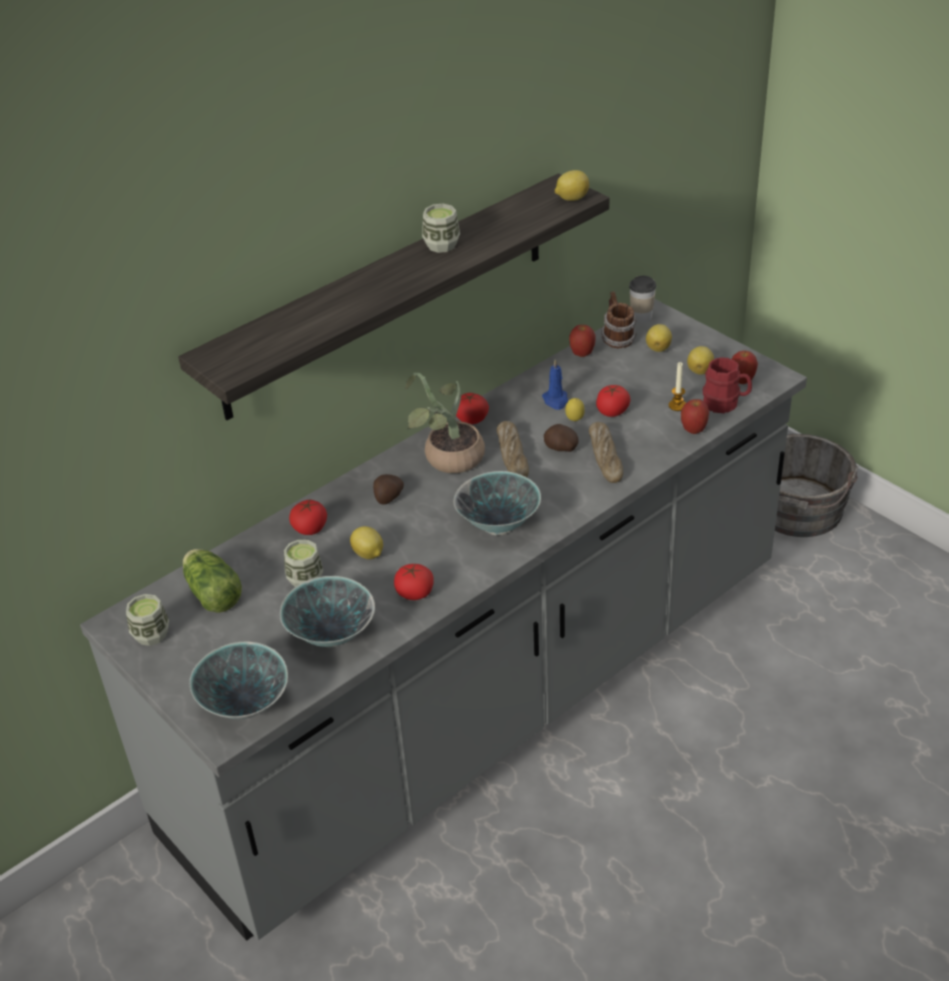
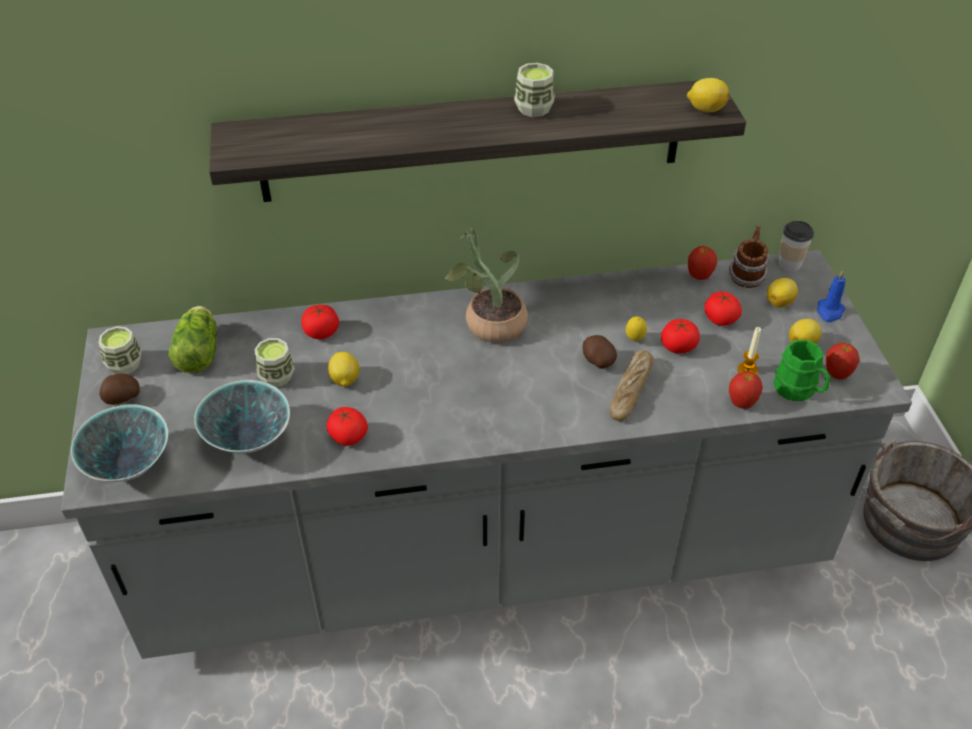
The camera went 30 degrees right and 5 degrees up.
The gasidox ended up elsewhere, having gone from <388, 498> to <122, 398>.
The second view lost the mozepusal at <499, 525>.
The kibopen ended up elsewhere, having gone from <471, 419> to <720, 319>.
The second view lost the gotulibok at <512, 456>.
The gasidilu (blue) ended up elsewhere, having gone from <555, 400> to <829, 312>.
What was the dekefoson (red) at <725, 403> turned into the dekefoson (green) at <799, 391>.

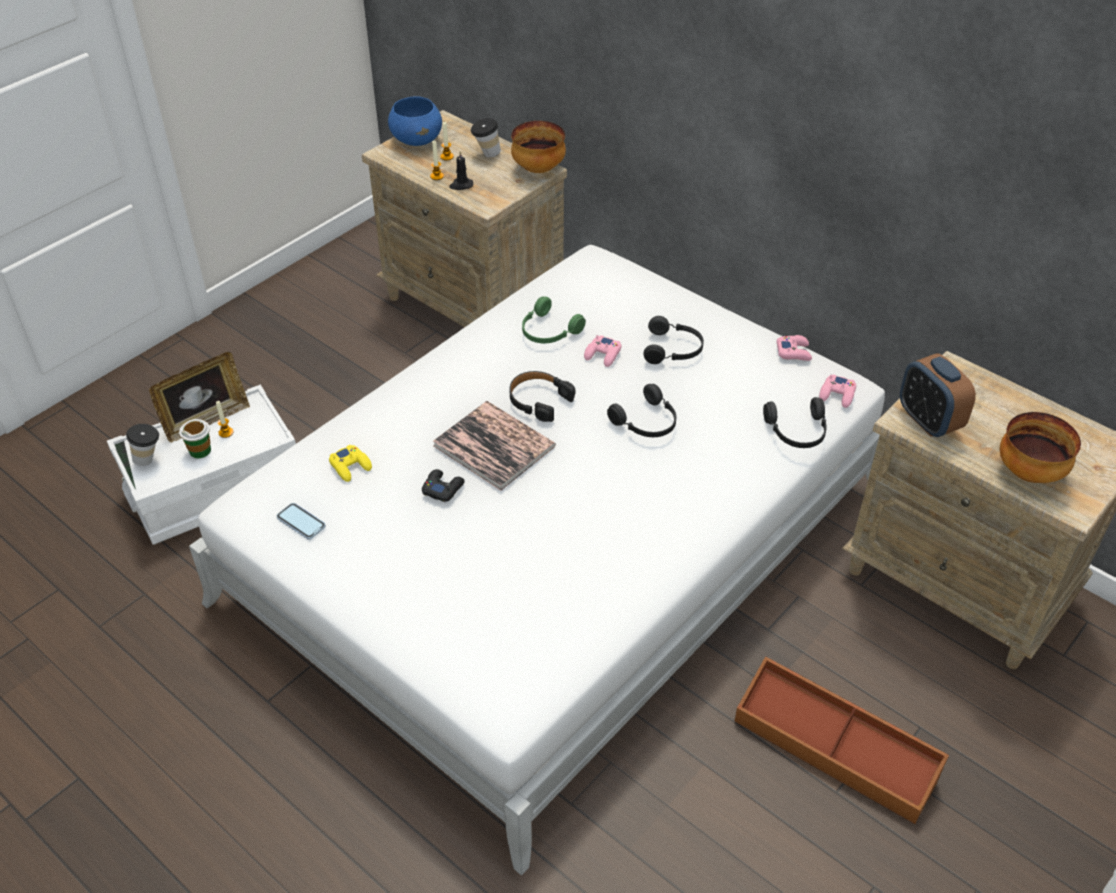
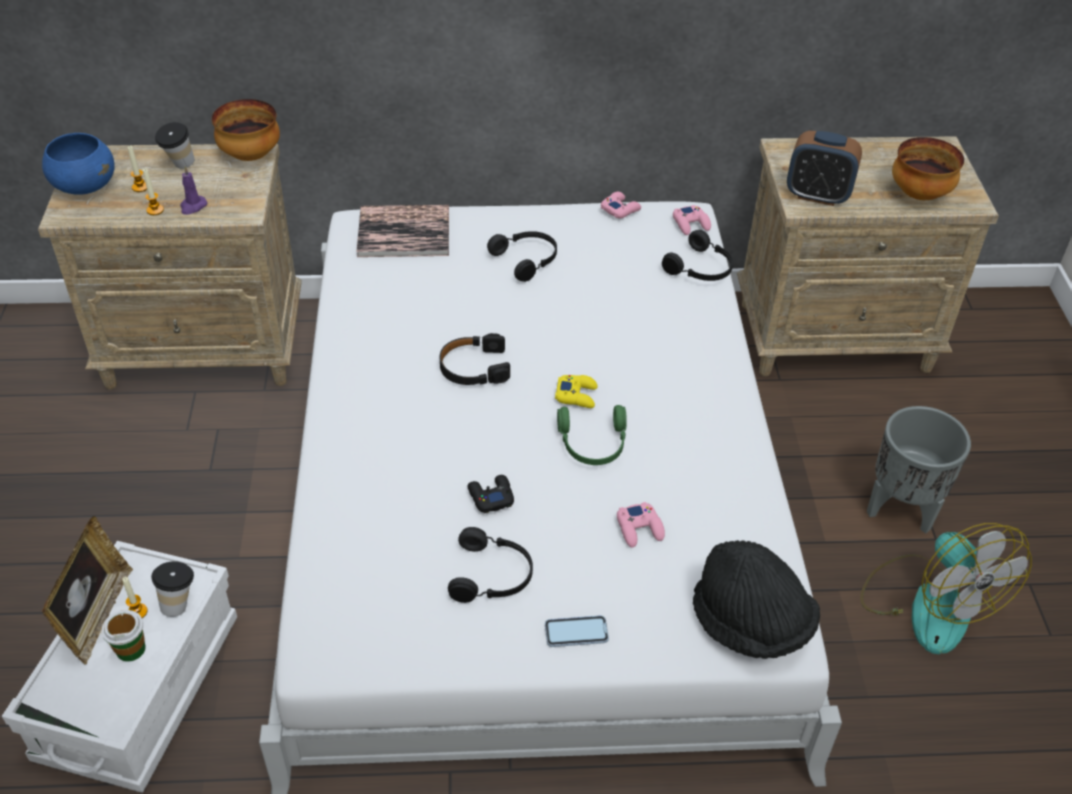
The camera went 45 degrees left and 0 degrees up.
The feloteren ended up elsewhere, having gone from <149, 459> to <180, 603>.
The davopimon ended up elsewhere, having gone from <301, 522> to <576, 632>.
The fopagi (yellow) ended up elsewhere, having gone from <351, 466> to <577, 395>.
The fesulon ended up elsewhere, having gone from <494, 446> to <404, 232>.
What was the gasidilu (black) at <461, 185> turned into the gasidilu (purple) at <193, 206>.
The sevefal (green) ended up elsewhere, having gone from <548, 331> to <593, 444>.
The fopagi (pink) ended up elsewhere, having gone from <603, 355> to <639, 529>.
The sevefal (black) ended up elsewhere, having gone from <647, 422> to <492, 576>.
Where the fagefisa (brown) stood at <835, 749>, the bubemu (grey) came to stand at <901, 510>.
The second view gained the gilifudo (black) at <750, 624>.
The second view gained the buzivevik at <928, 602>.

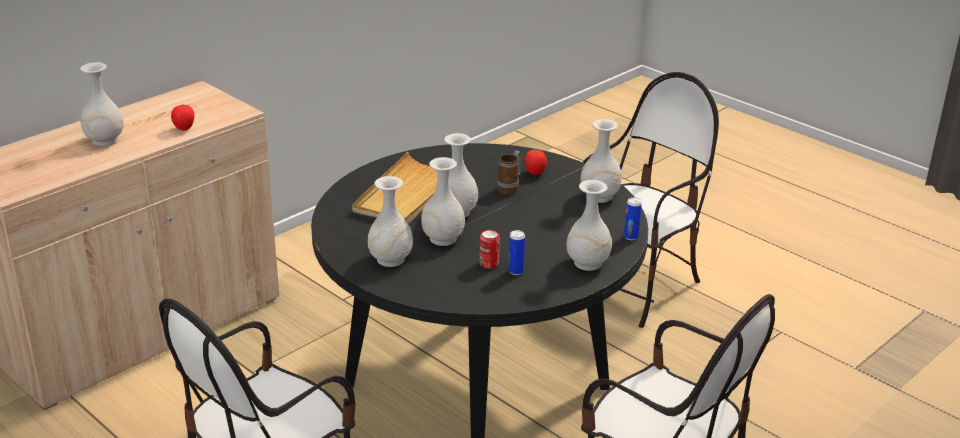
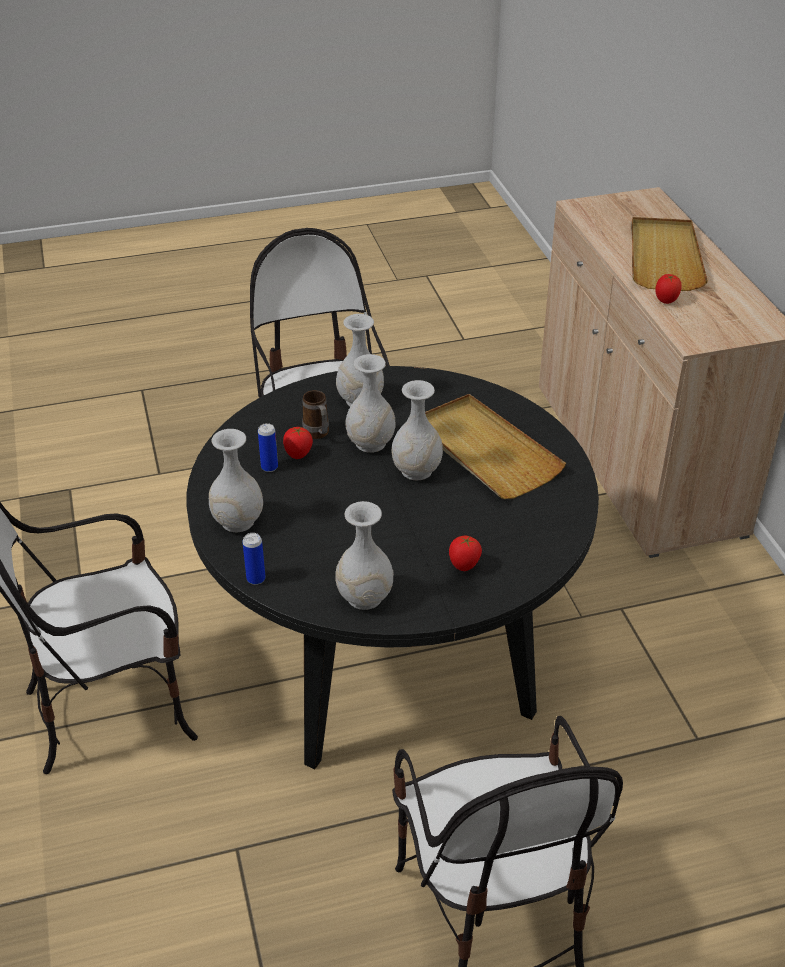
The camera went 120 degrees right and 10 degrees up.
Where the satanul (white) stood at <104, 140>, the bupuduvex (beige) came to stand at <664, 257>.
Where the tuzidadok stood at <489, 264>, the kibopen came to stand at <298, 455>.
The dekefoson ended up elsewhere, having gone from <510, 188> to <318, 435>.

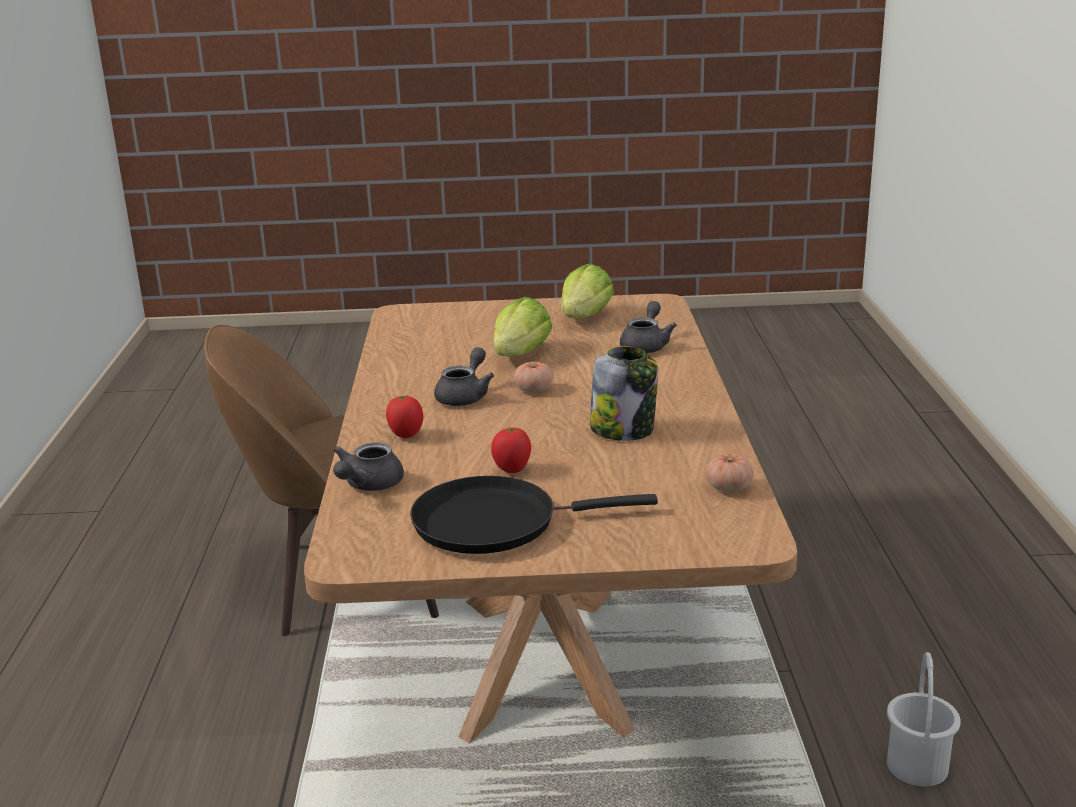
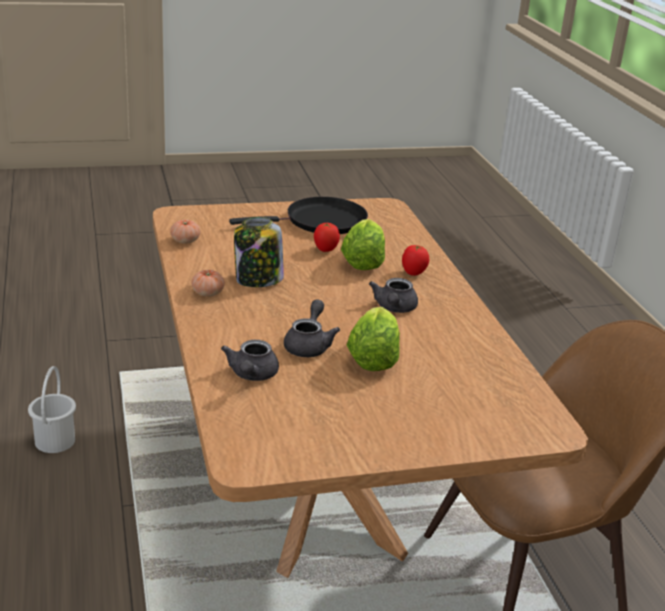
The camera went 165 degrees right and 5 degrees up.
The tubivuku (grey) ended up elsewhere, having gone from <368, 485> to <309, 345>.
The kibopen ended up elsewhere, having gone from <534, 390> to <208, 293>.
The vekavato ended up elsewhere, having gone from <585, 317> to <362, 262>.

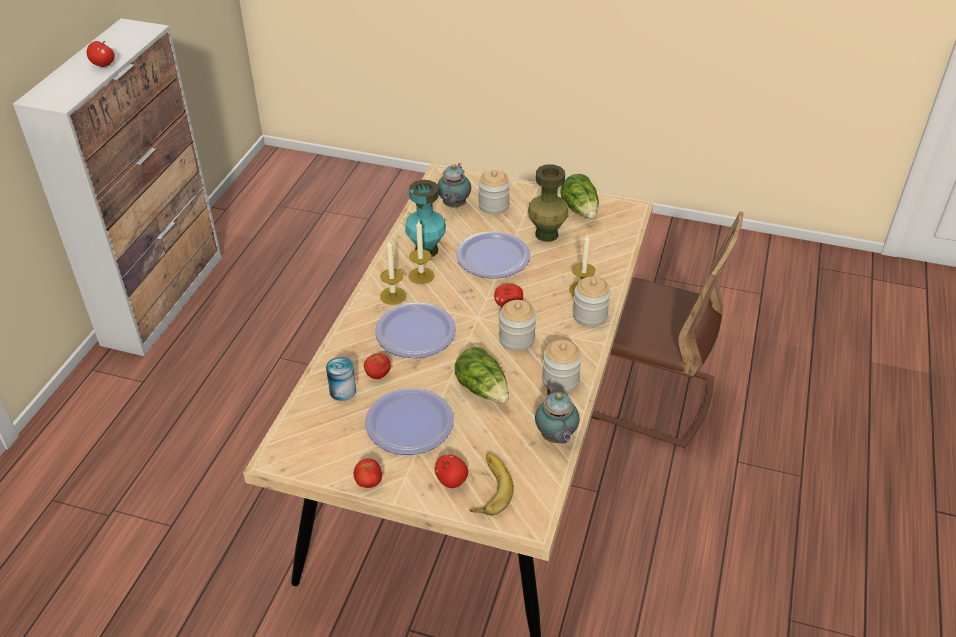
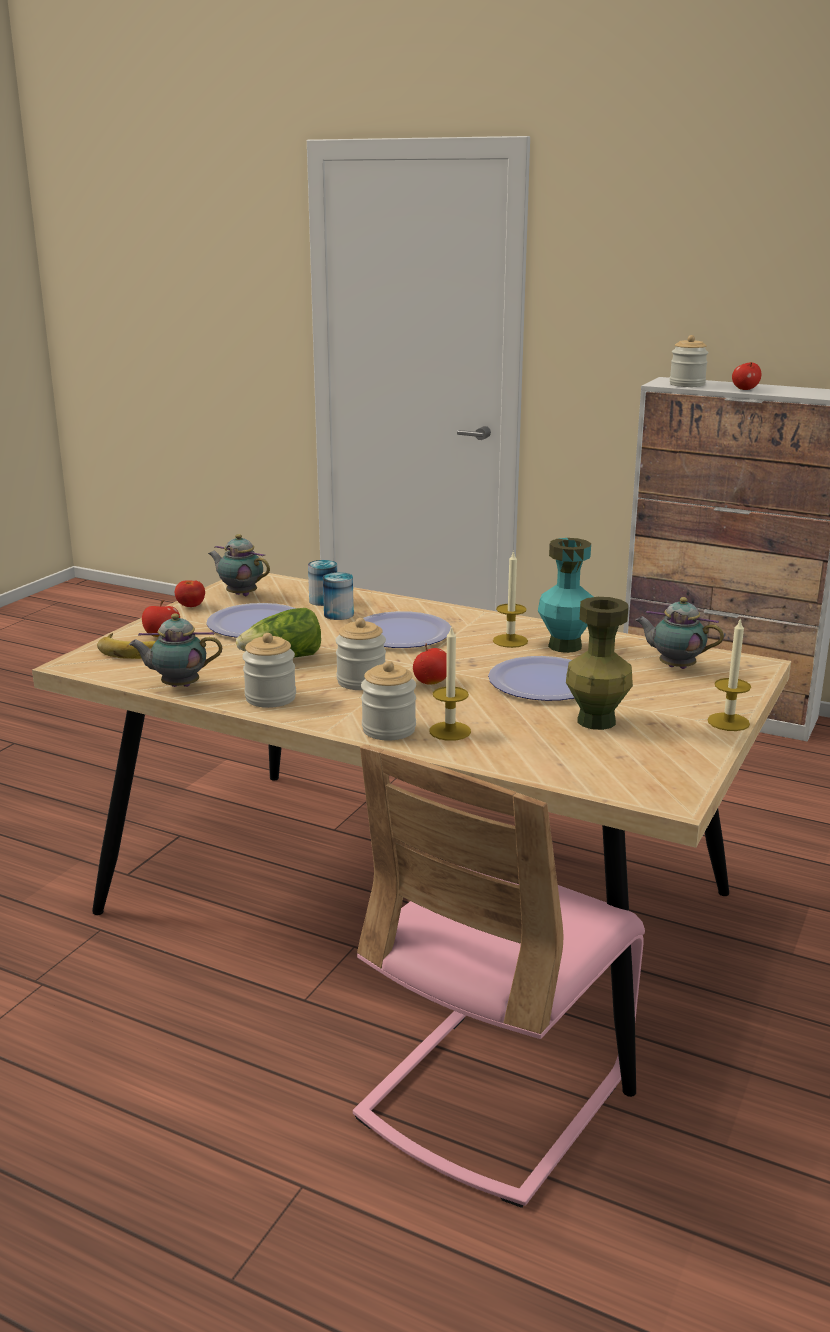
The camera went 100 degrees right and 20 degrees down.
Where the kibopen stood at <378, 375>, the tuzidadok came to stand at <338, 614>.
The gasidilu ended up elsewhere, having gone from <393, 296> to <728, 722>.
The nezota ended up elsewhere, having gone from <493, 206> to <687, 384>.
The second view lost the vekavato at <580, 210>.
What was the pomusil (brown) at <644, 395> turned into the pomusil (pink) at <494, 1093>.
The second view gained the tubivuku at <240, 594>.

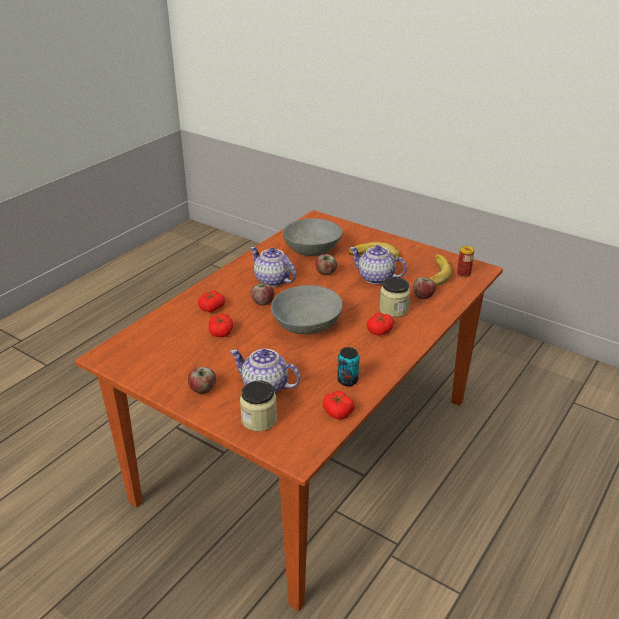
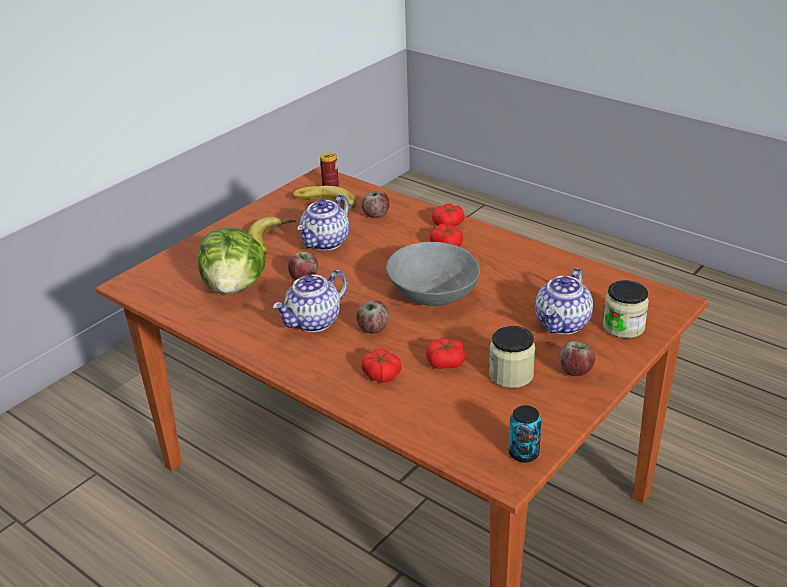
The camera went 85 degrees left and 0 degrees up.
Where the mozepusal (grey) stood at <312, 250>, the vekavato came to stand at <234, 287>.
The kibopen ended up elsewhere, having gone from <337, 412> to <448, 224>.
The tuzidadok ended up elsewhere, having gone from <347, 380> to <523, 453>.
The nezota ended up elsewhere, having gone from <393, 309> to <511, 375>.

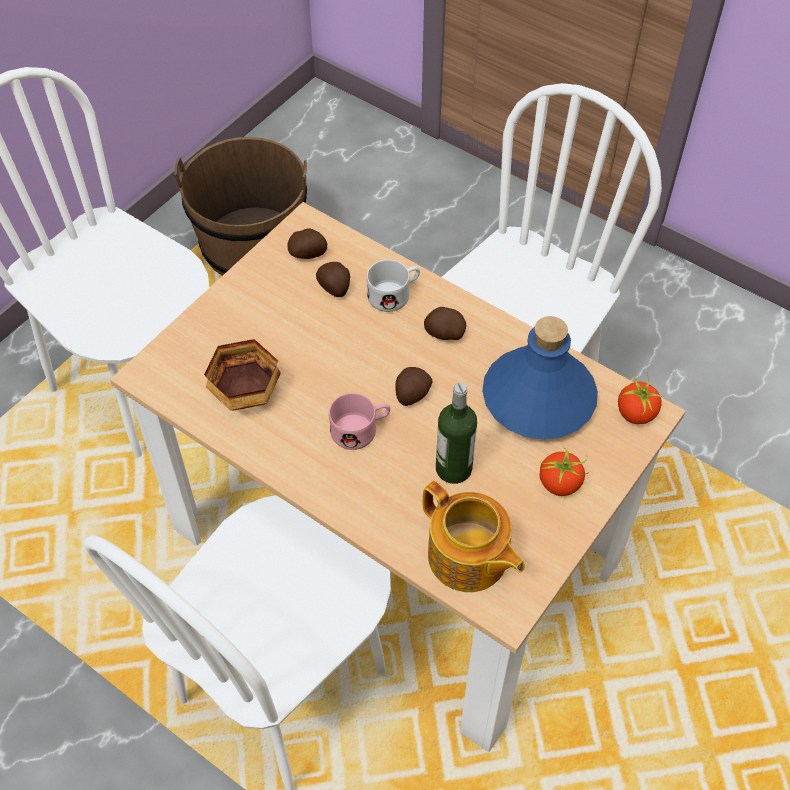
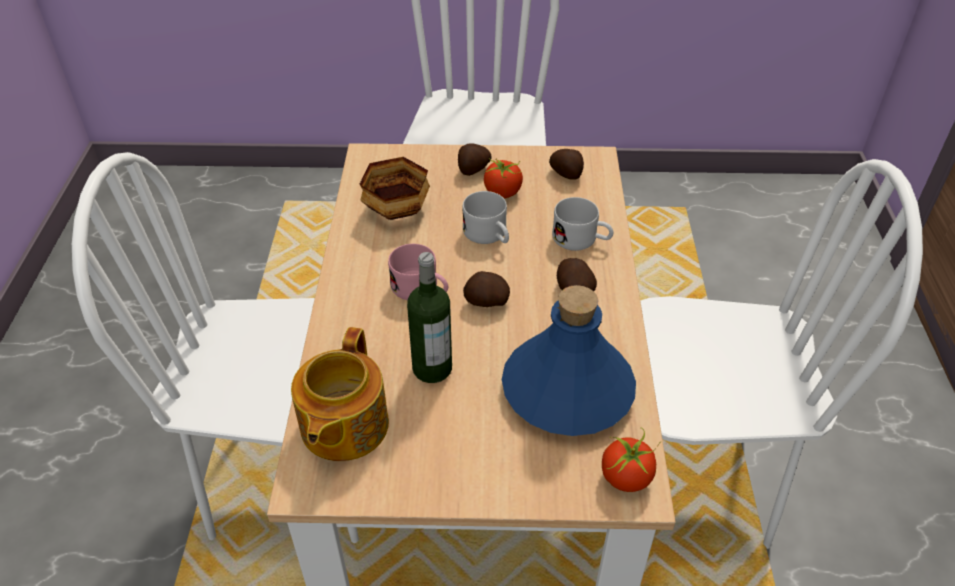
The camera went 55 degrees right and 10 degrees down.
The second view lost the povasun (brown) at <252, 246>.
The gasidox ended up elsewhere, having gone from <335, 288> to <472, 170>.
The kibopen ended up elsewhere, having gone from <560, 483> to <503, 193>.
The second view gained the dekefoson (white) at <489, 236>.

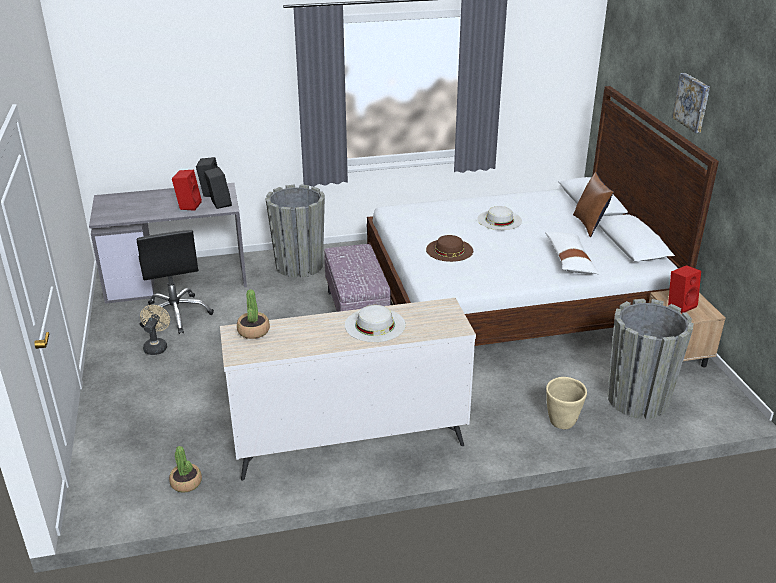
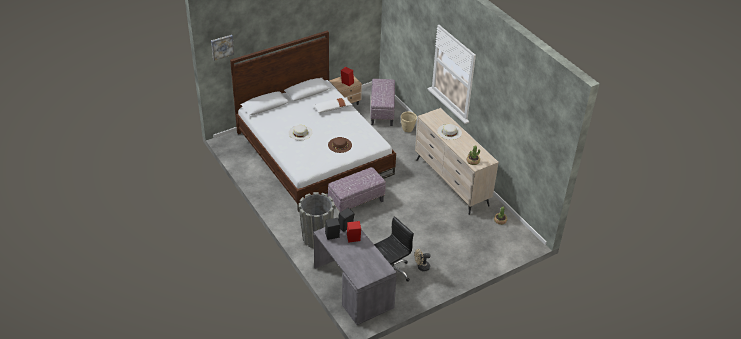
The camera went 110 degrees left and 10 degrees up.
The second view lost the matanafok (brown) at <590, 225>.
Where the bubemu (grey) stood at <637, 399>, the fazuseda came to stand at <382, 112>.
The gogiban ended up elsewhere, having gone from <692, 102> to <222, 47>.

